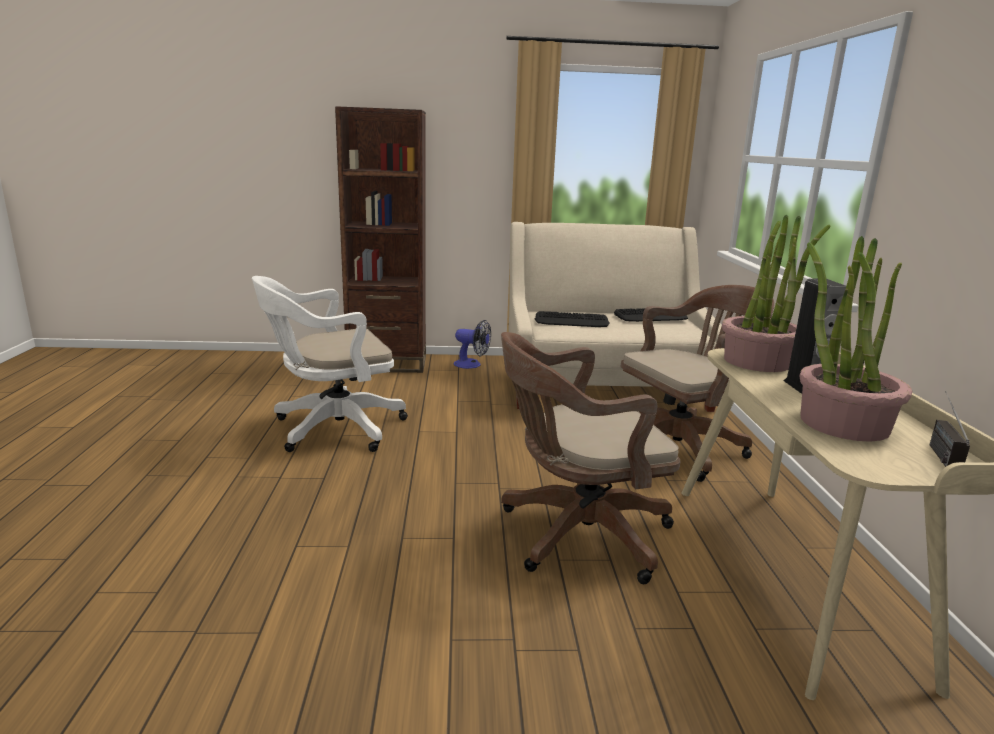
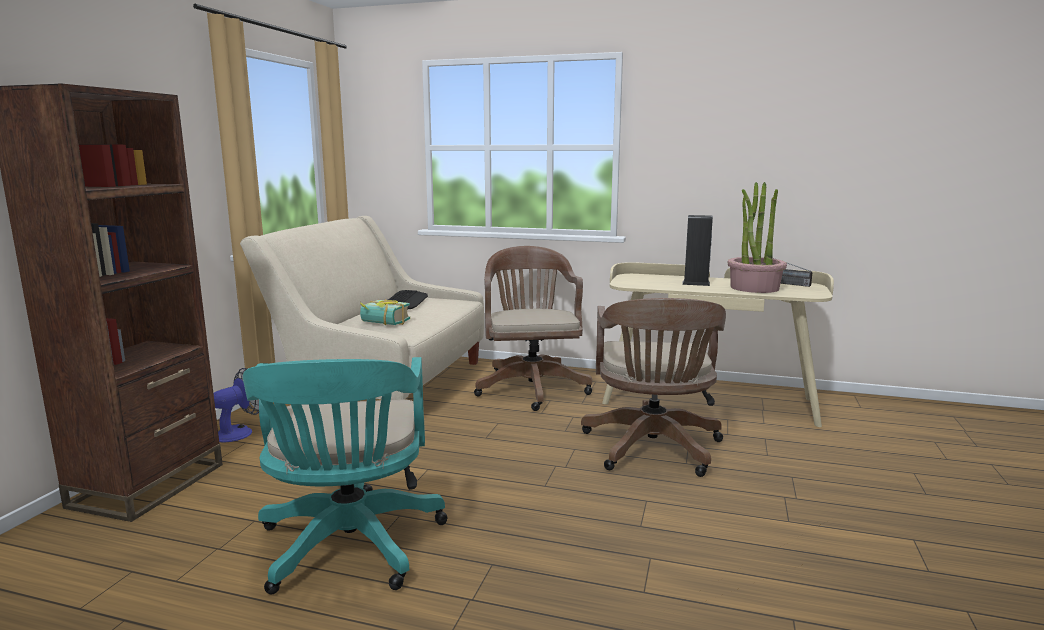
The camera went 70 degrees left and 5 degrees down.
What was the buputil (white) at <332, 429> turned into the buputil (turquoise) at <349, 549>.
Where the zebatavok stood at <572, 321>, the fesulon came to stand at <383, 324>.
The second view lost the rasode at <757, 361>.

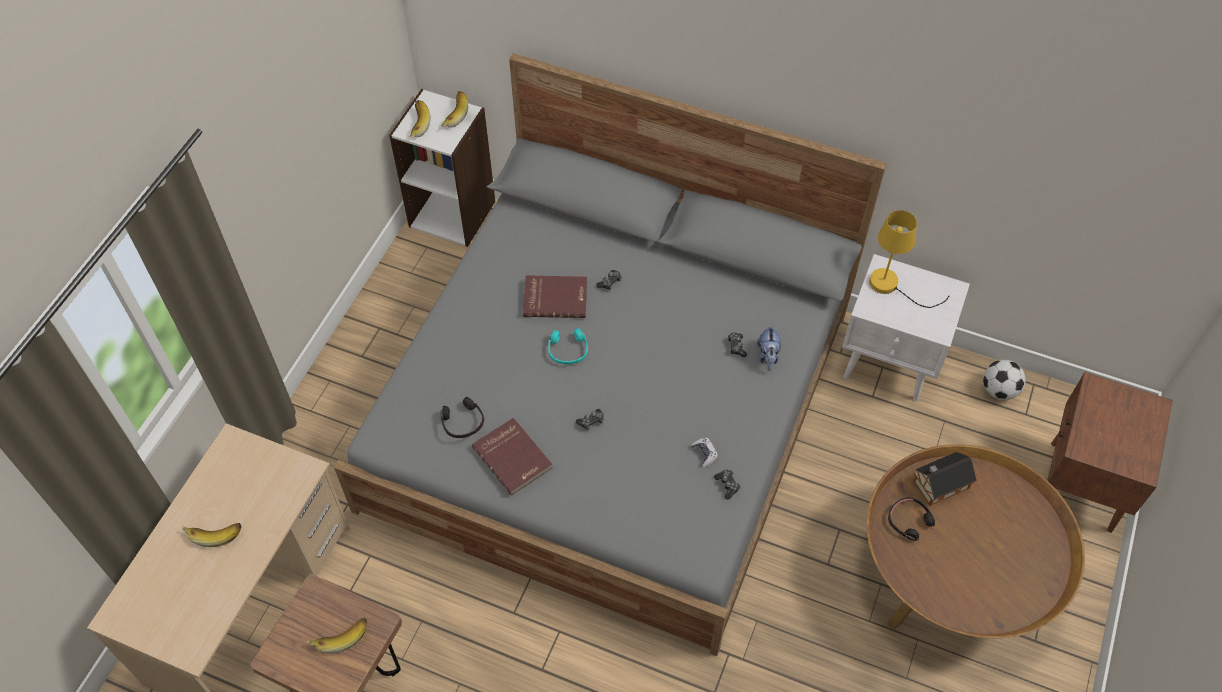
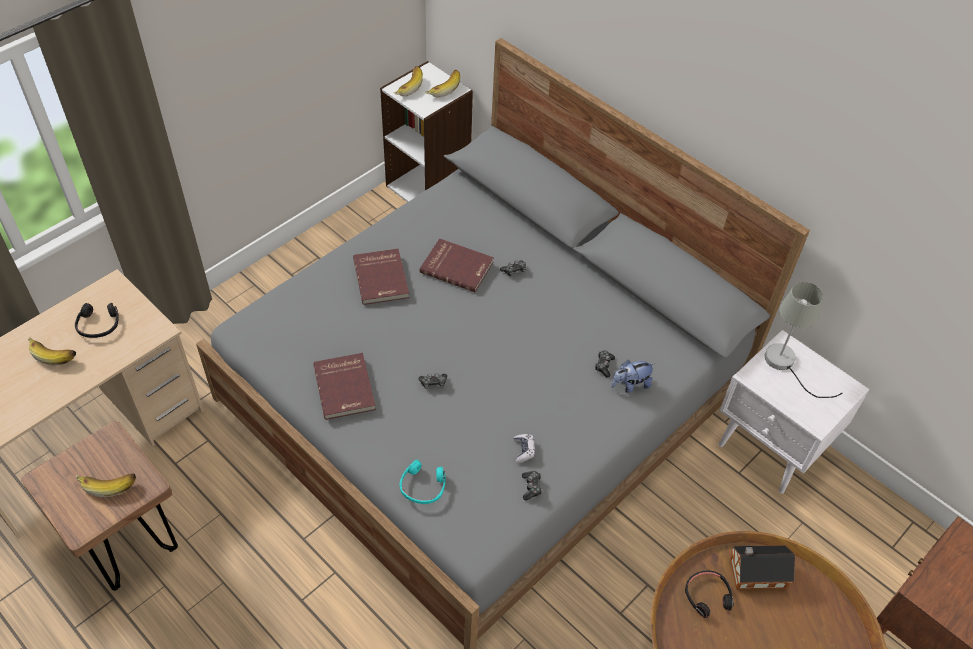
The camera went 20 degrees right and 5 degrees down.
The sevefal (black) ended up elsewhere, having gone from <463, 422> to <99, 325>.
The sevefal (turquoise) ended up elsewhere, having gone from <568, 350> to <423, 486>.
The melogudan at <768, 356> ended up facing another way, 45 degrees clockwise from before.
What was the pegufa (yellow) at <891, 286> turned into the pegufa (grey) at <786, 364>.
The second view lost the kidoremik at <999, 390>.
The second view gained the fesulon (red) at <382, 278>.

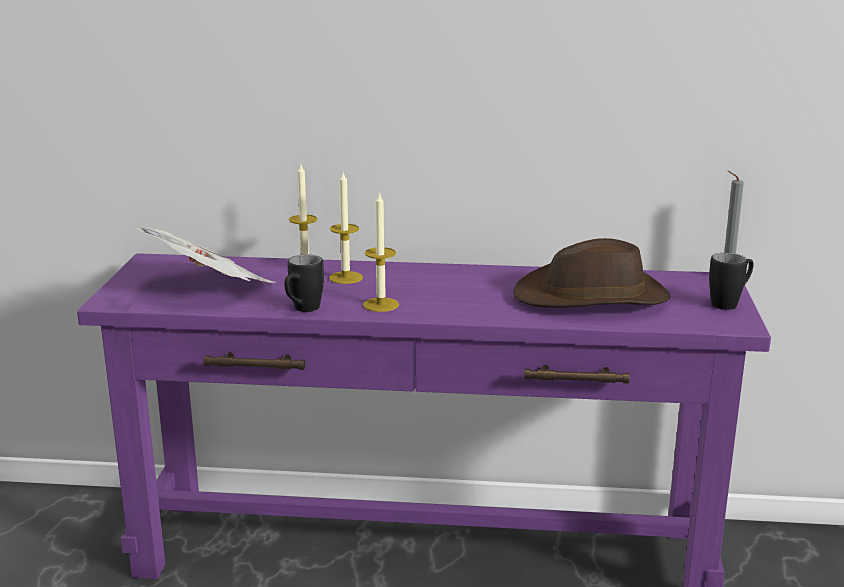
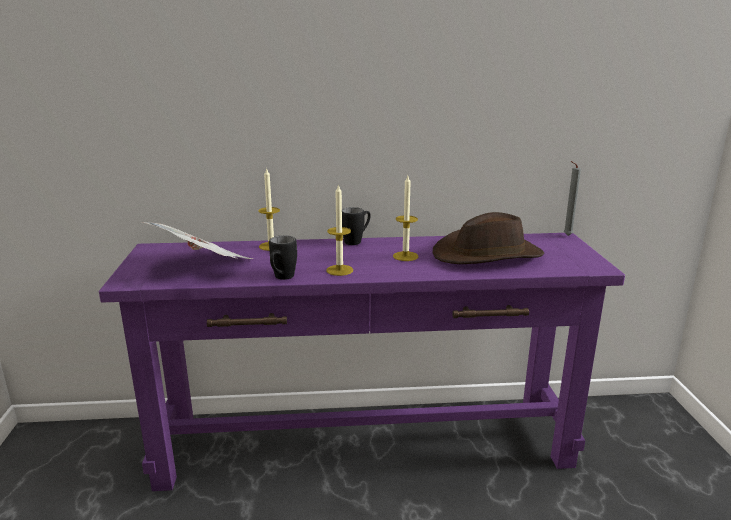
The camera went 10 degrees left and 0 degrees up.
The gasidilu ended up elsewhere, having gone from <345, 277> to <405, 256>.
The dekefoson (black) ended up elsewhere, having gone from <730, 303> to <357, 241>.

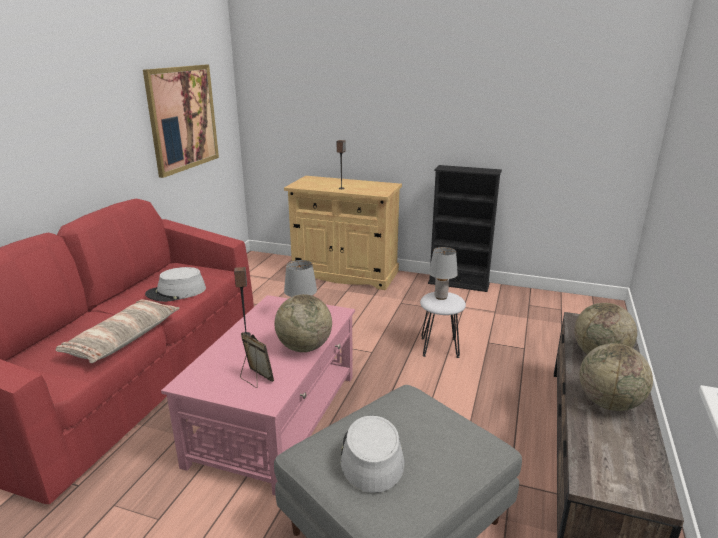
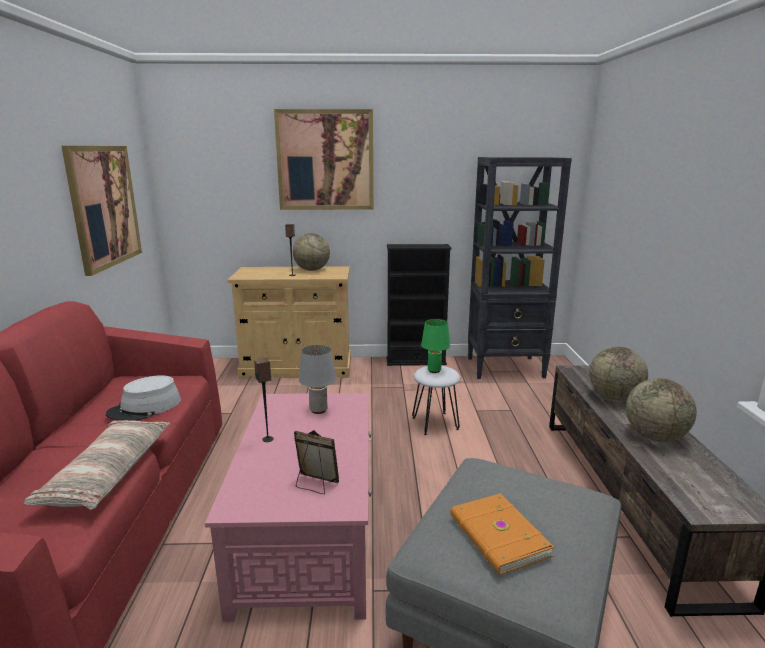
The camera went 20 degrees left and 5 degrees down.
The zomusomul ended up elsewhere, having gone from <304, 347> to <312, 270>.
Where the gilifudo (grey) stood at <371, 456>, the fesulon (orange) came to stand at <497, 536>.
What was the pegufa (grey) at <441, 297> turned into the pegufa (green) at <434, 370>.
The second view gained the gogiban at <325, 160>.
The second view gained the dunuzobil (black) at <506, 368>.

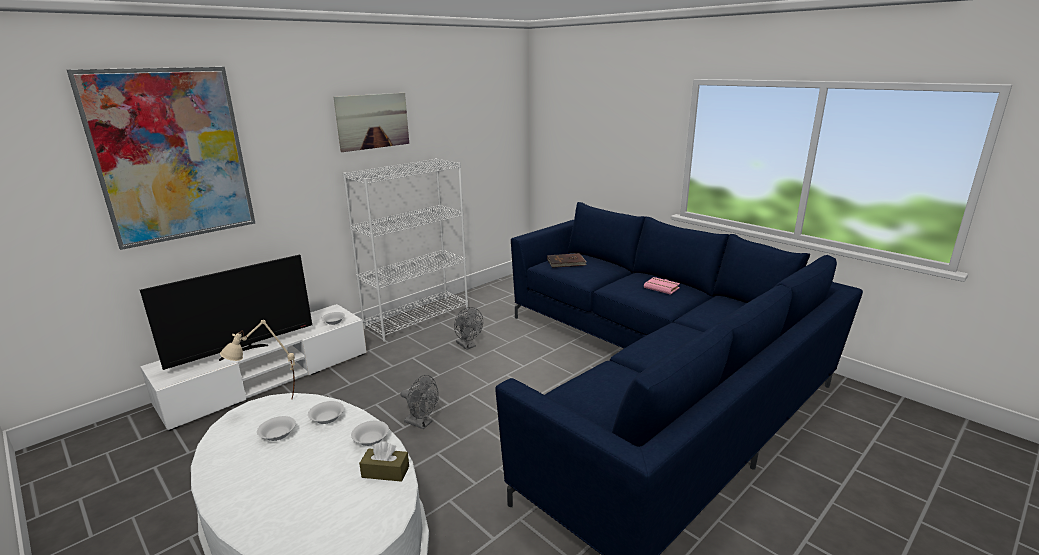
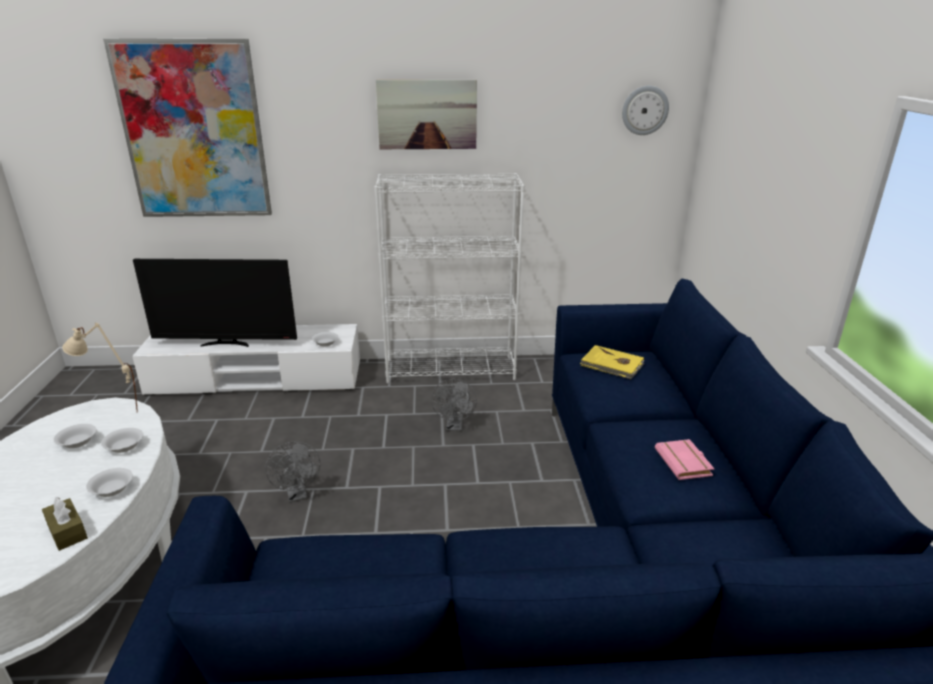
The camera went 40 degrees right and 5 degrees up.
What was the fesulon (brown) at <566, 262> turned into the fesulon (yellow) at <612, 365>.
The second view gained the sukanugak at <644, 110>.

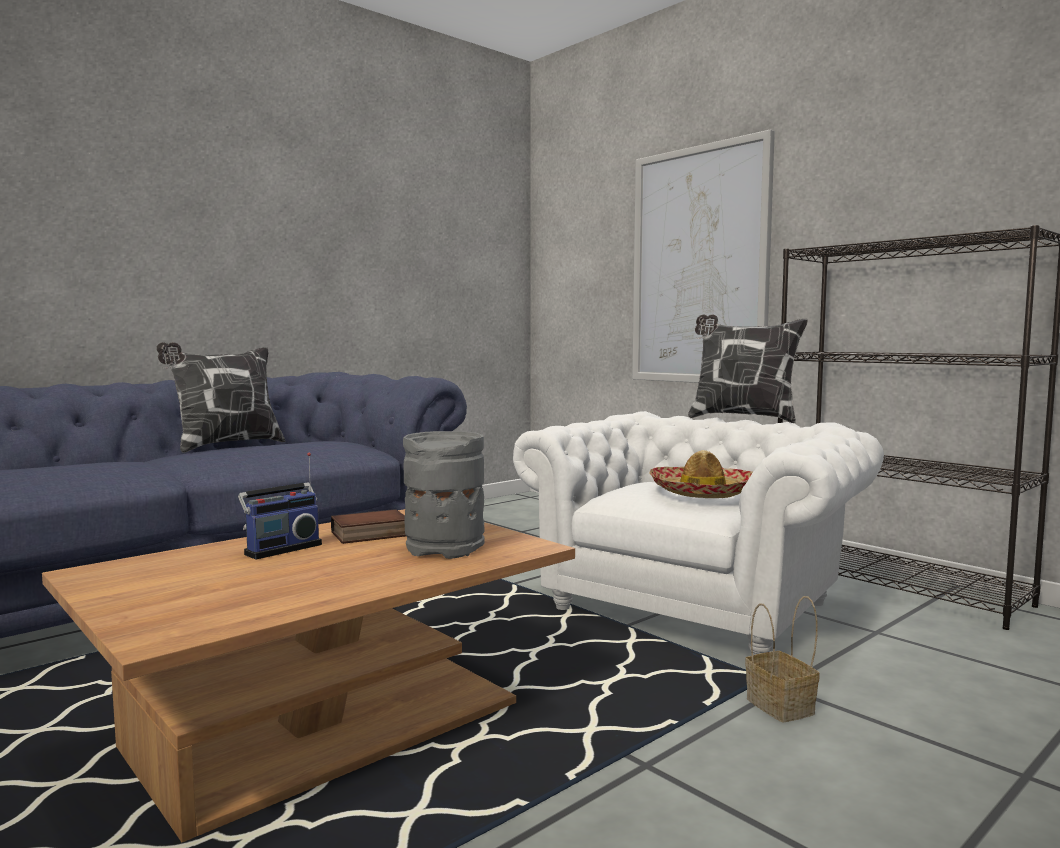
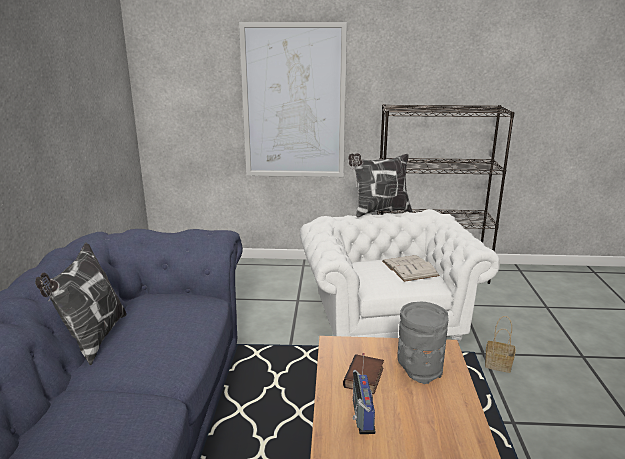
The camera went 45 degrees left and 15 degrees up.
Where the gilifudo stood at <703, 492>, the fesulon (white) came to stand at <409, 268>.

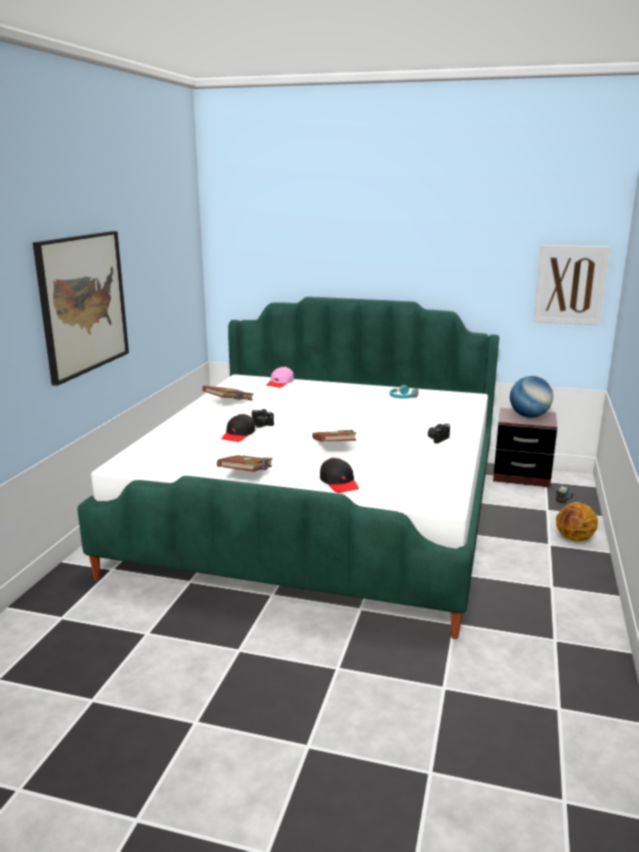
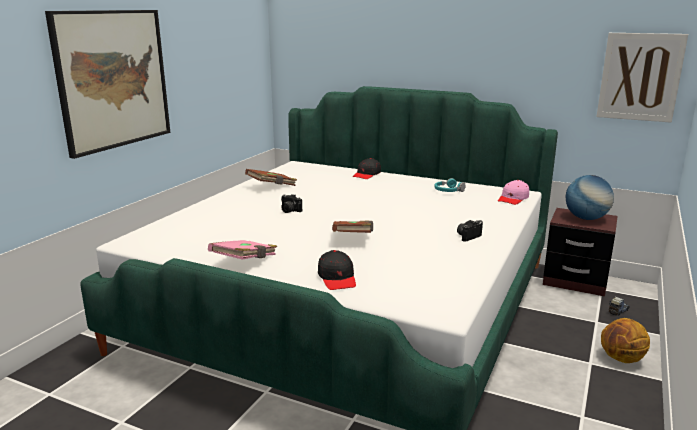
The camera went 10 degrees right and 0 degrees up.
What was the fesulon (brown) at <247, 474> turned into the fesulon (pink) at <245, 261>.
The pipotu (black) ended up elsewhere, having gone from <238, 435> to <367, 174>.
The pipotu (pink) ended up elsewhere, having gone from <280, 383> to <513, 198>.

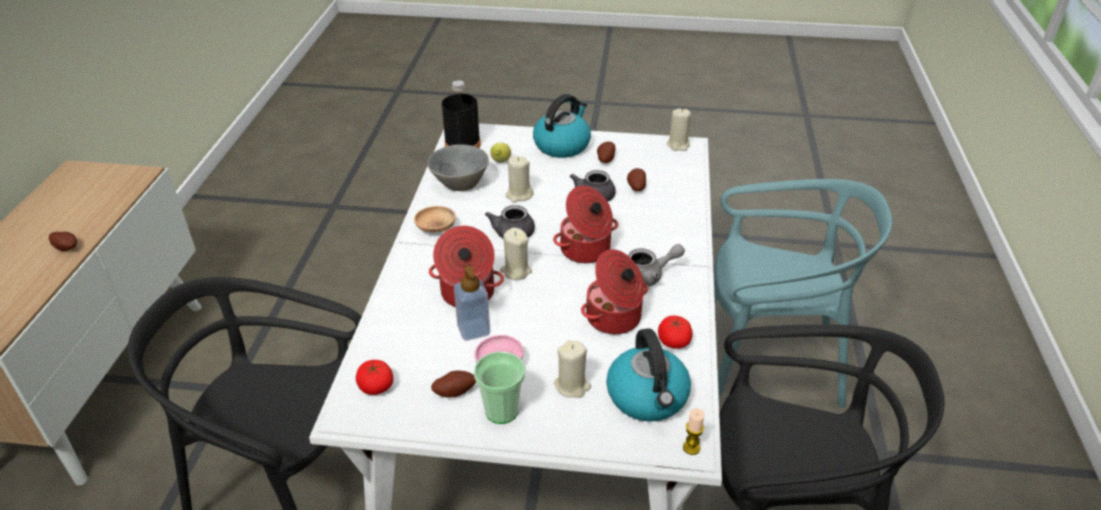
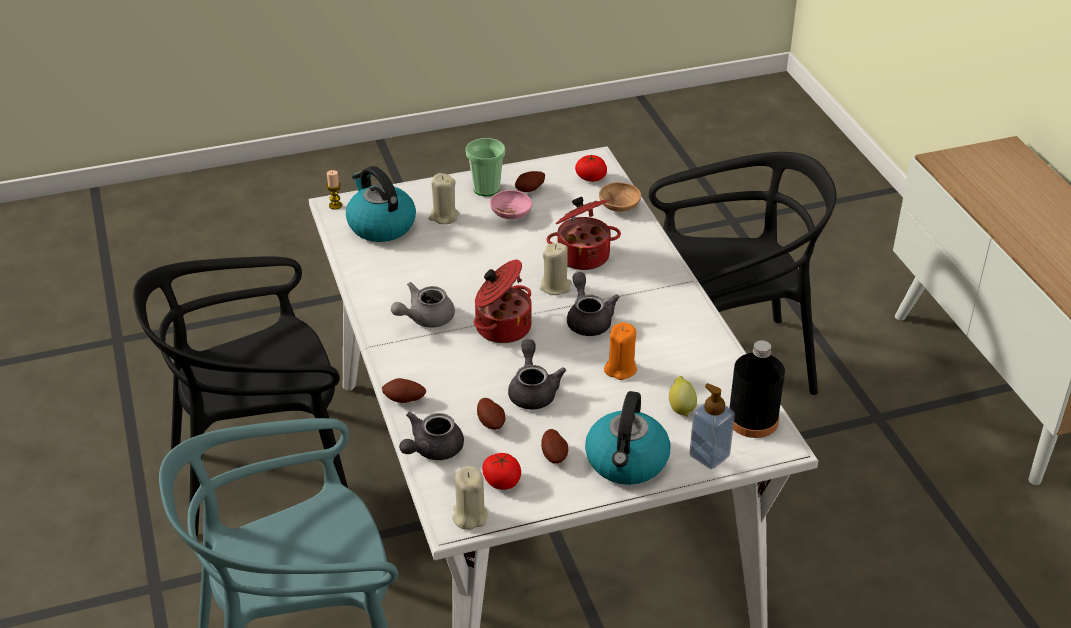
The camera went 155 degrees right and 0 degrees up.
The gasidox ended up elsewhere, having gone from <67, 247> to <404, 400>.
The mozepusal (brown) ended up elsewhere, having gone from <436, 228> to <619, 206>.
The second view lost the mozepusal (grey) at <460, 183>.
The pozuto ended up elsewhere, having gone from <473, 330> to <709, 455>.
What was the gasidilu (beige) at <519, 195> turned into the gasidilu (orange) at <620, 369>.
The second view lost the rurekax at <614, 318>.
The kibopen ended up elsewhere, having gone from <673, 341> to <502, 481>.
The second view gained the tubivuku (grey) at <432, 450>.

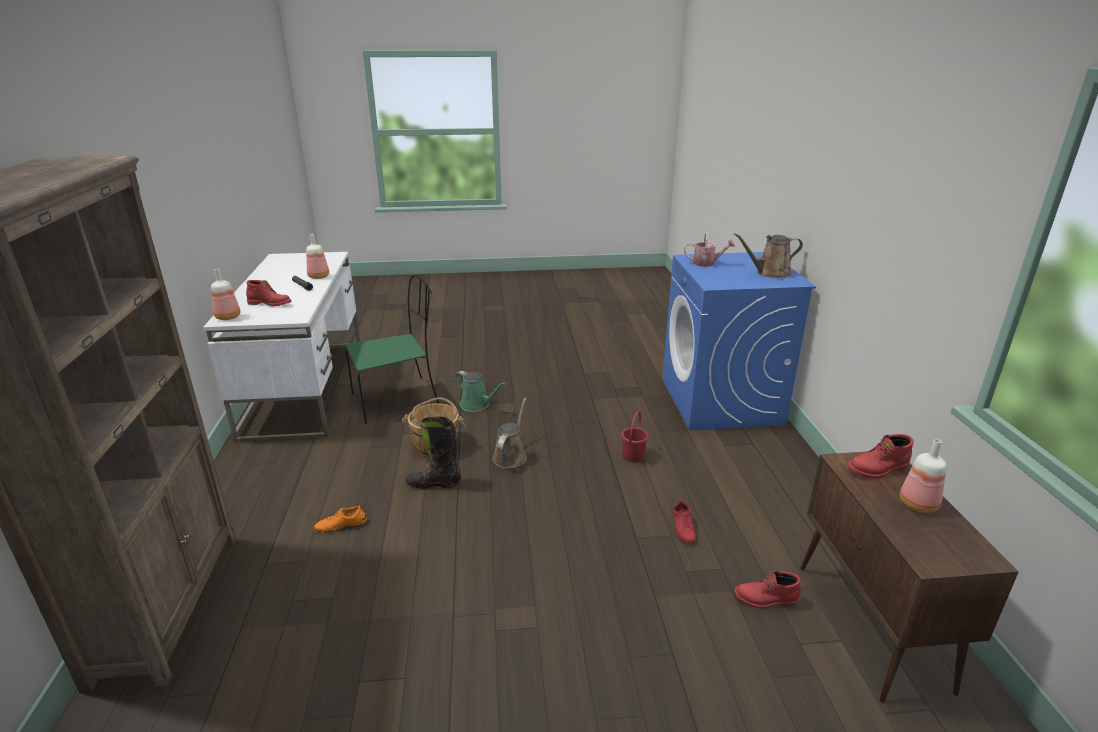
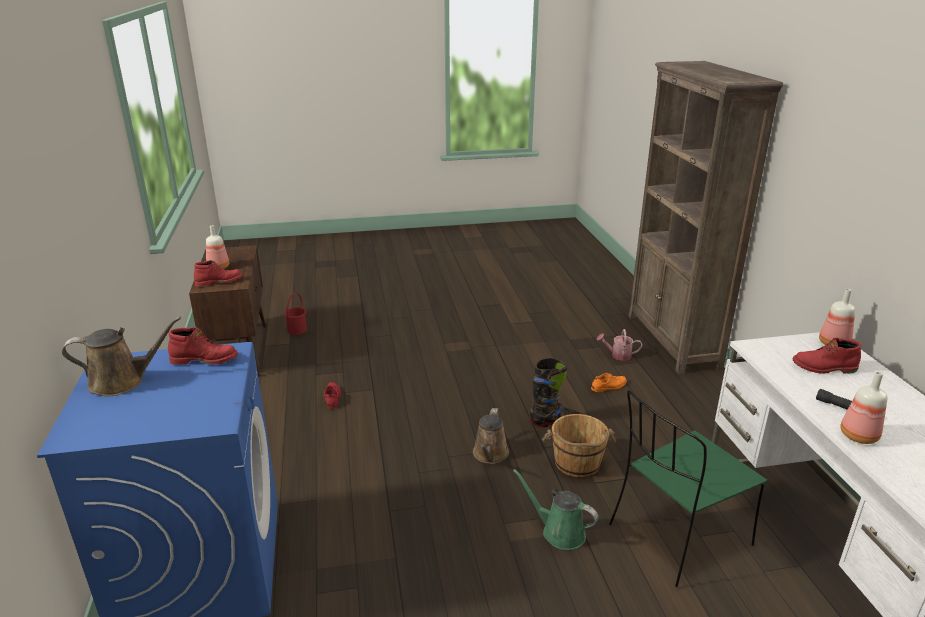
The camera went 175 degrees right and 0 degrees up.
The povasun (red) ended up elsewhere, having gone from <633, 455> to <297, 330>.
The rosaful ended up elsewhere, having gone from <707, 263> to <618, 355>.
The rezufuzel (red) ended up elsewhere, having gone from <766, 600> to <205, 359>.

